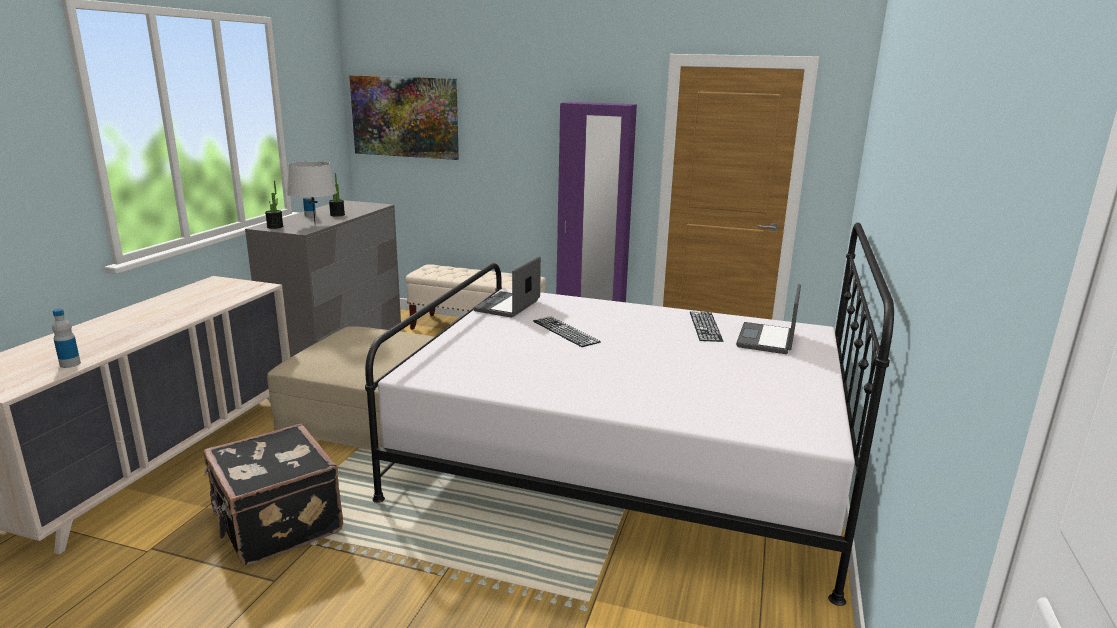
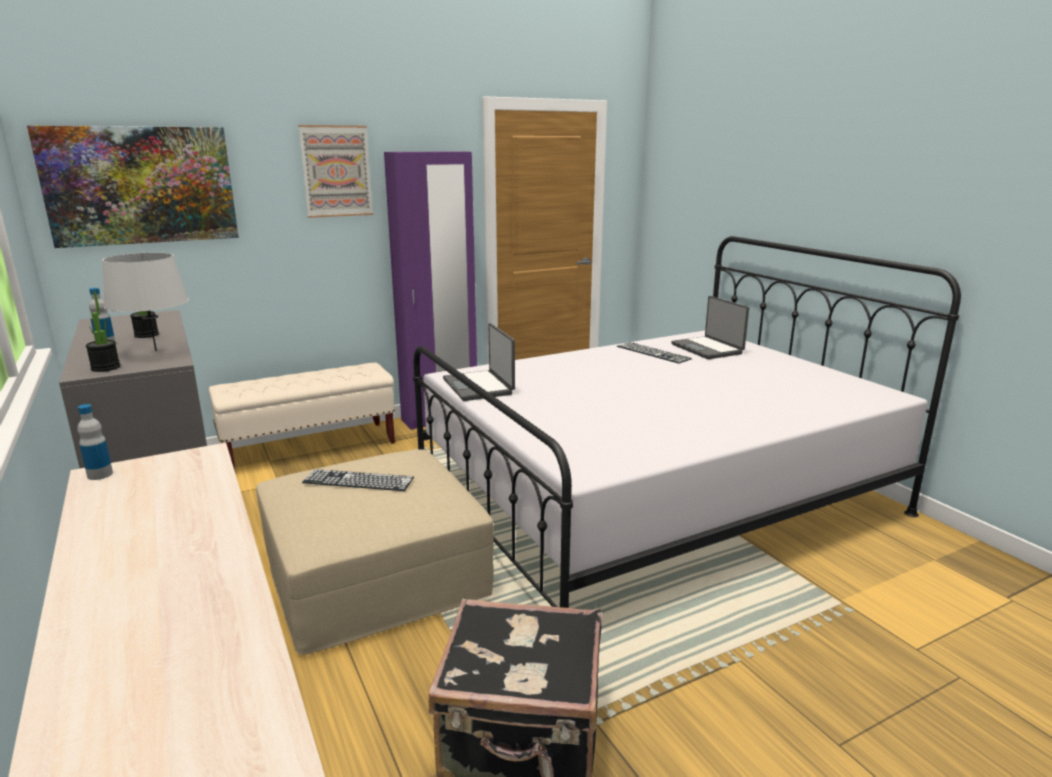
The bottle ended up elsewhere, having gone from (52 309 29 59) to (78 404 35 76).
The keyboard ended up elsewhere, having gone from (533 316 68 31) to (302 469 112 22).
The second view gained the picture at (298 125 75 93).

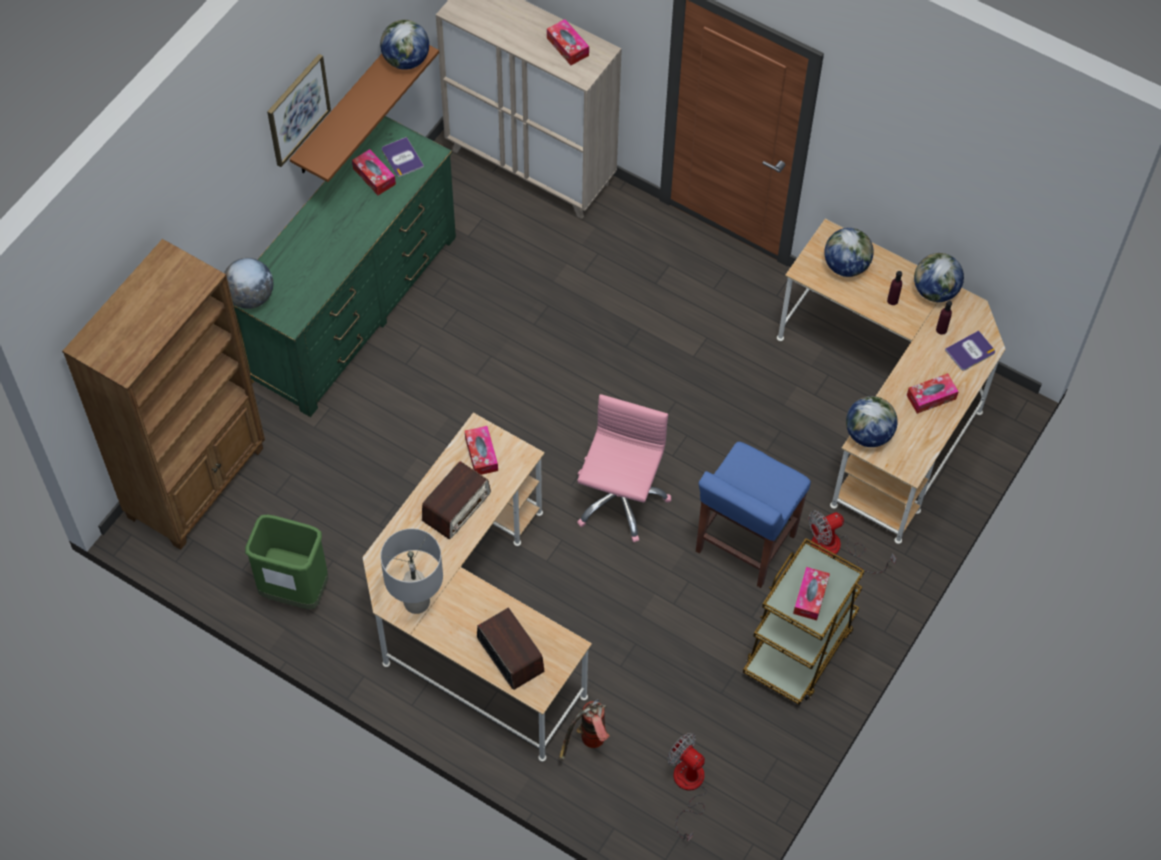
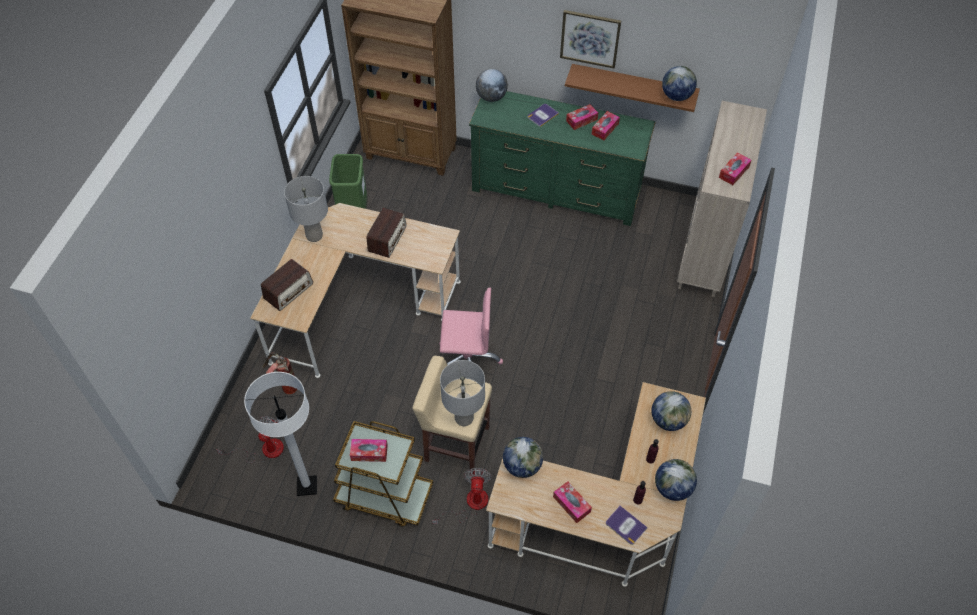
The book ended up elsewhere, having gone from (382 137 42 40) to (527 104 32 23).
The radio at (422 461 69 78) ended up facing another way, 90 degrees counterclockwise from before.
The tissue box ended up elsewhere, having gone from (465 426 33 49) to (566 104 32 26).
What was the blue stool at (696 442 115 146) turned into the beige stool at (412 356 80 119).
The fan at (809 510 87 63) ended up facing another way, 45 degrees clockwise from before.
The second view gained the white floor lamp at (244 372 73 124).
The second view gained the grey table lamp at (440 360 45 66).

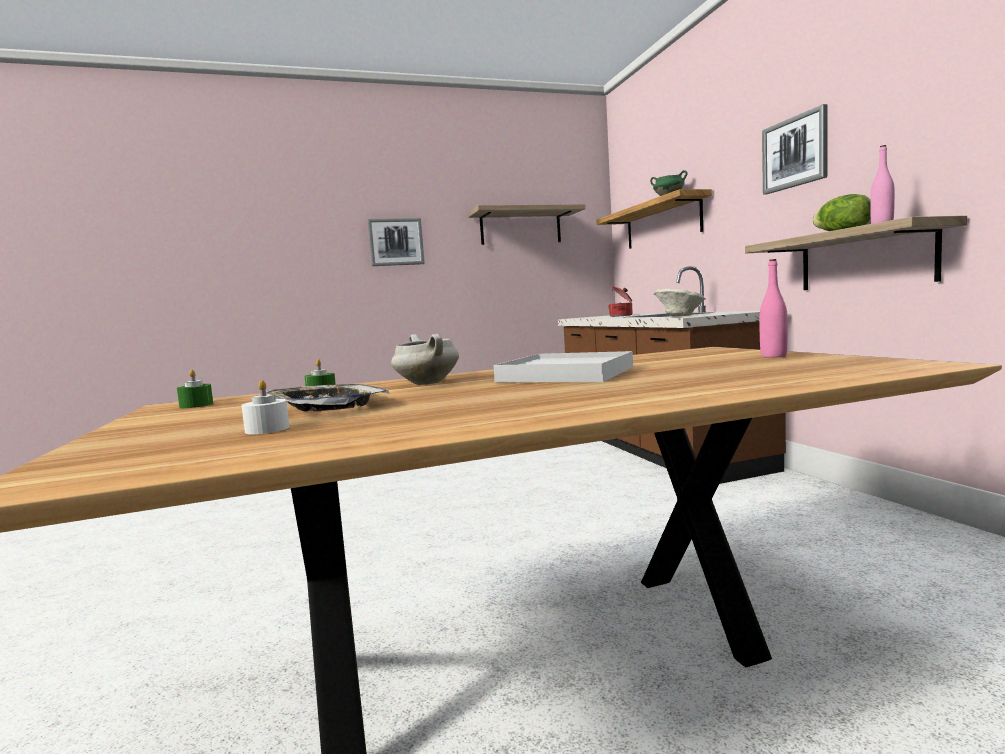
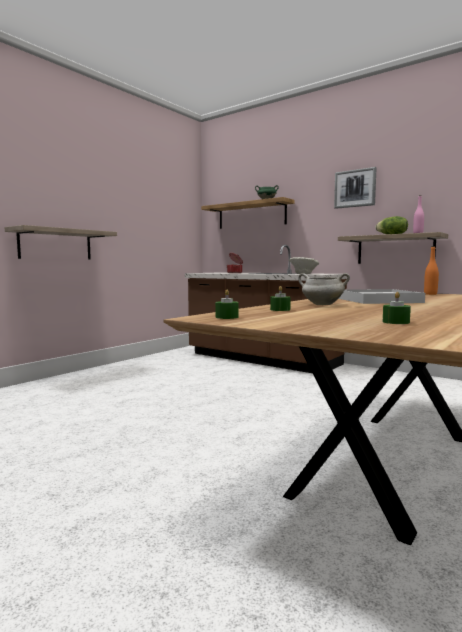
What was the white candle at (241 380 49 54) turned into the green candle at (383 292 28 32).
The second view lost the tray at (266 384 124 27).
The second view lost the picture at (367 218 58 48).
The shelf ended up elsewhere, having gone from (468 204 118 41) to (4 225 113 34).
What was the pink bottle at (759 259 29 99) turned into the orange bottle at (424 246 15 49).

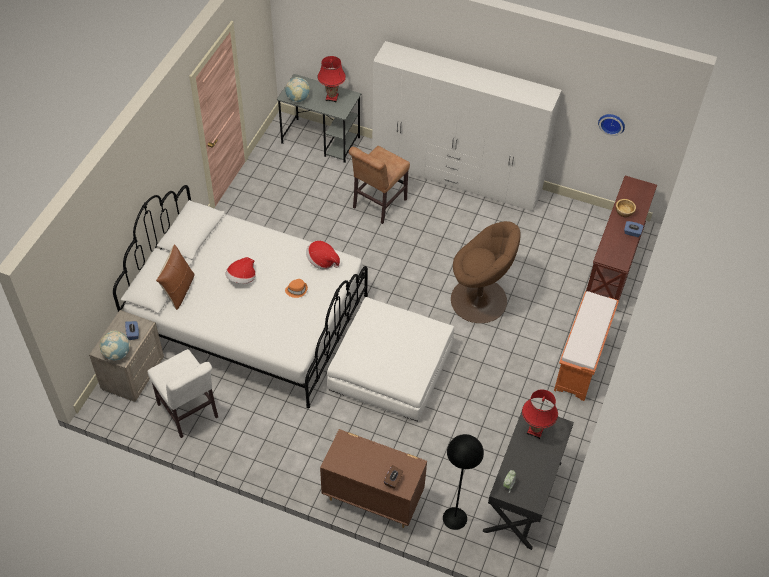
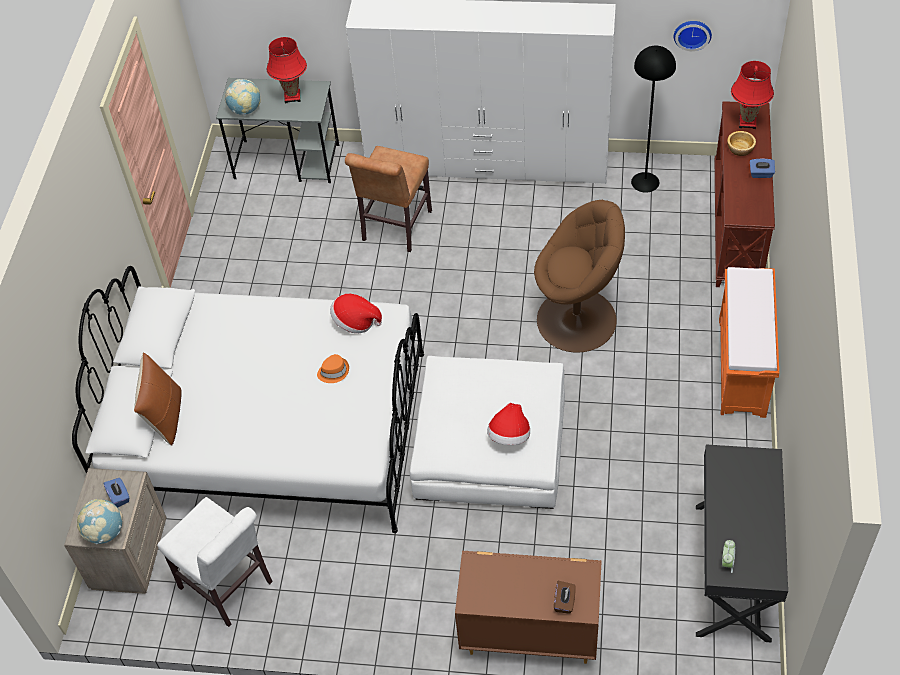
The hat ended up elsewhere, having gone from (225 257 31 27) to (487 403 43 42).
The black floor lamp ended up elsewhere, having gone from (443 434 41 96) to (631 46 45 147).
The red table lamp ended up elsewhere, having gone from (522 389 36 50) to (731 61 43 68).

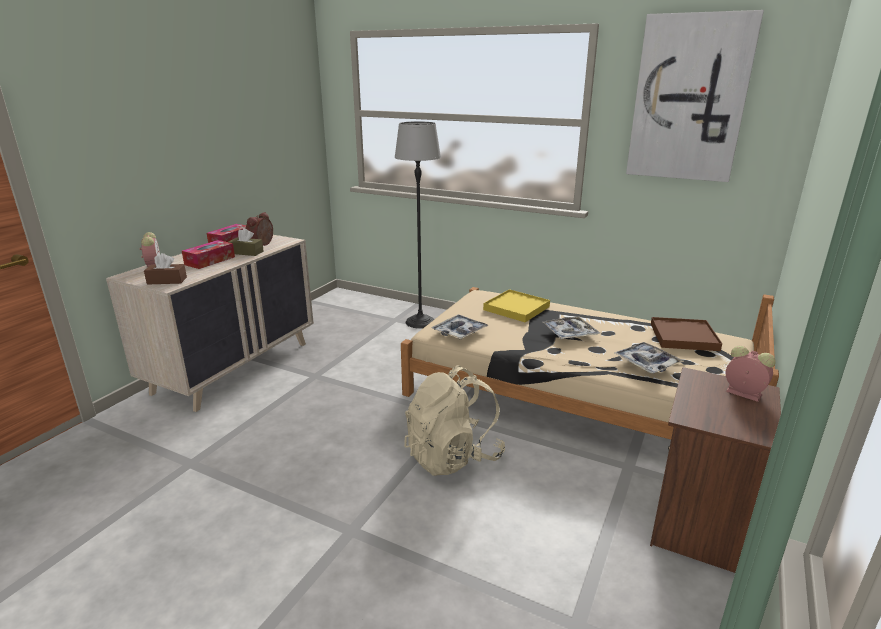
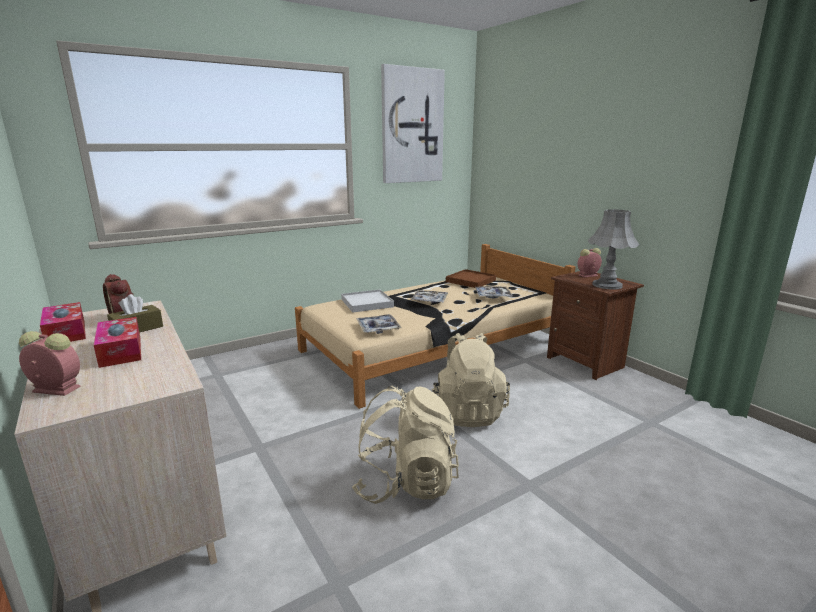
The second view lost the brown tissue box at (144 253 43 32).
The second view lost the floor lamp at (395 121 46 208).
What was the yellow tray at (483 289 67 33) turned into the white tray at (341 289 53 24).
The second view gained the beige backpack at (352 386 107 118).
The second view gained the grey table lamp at (588 209 52 80).

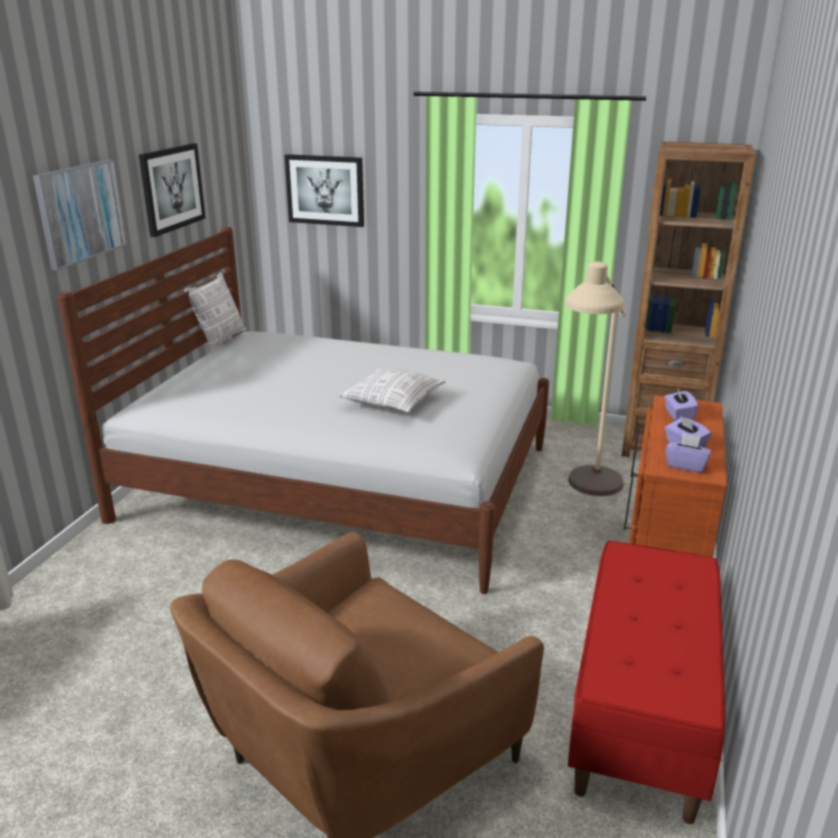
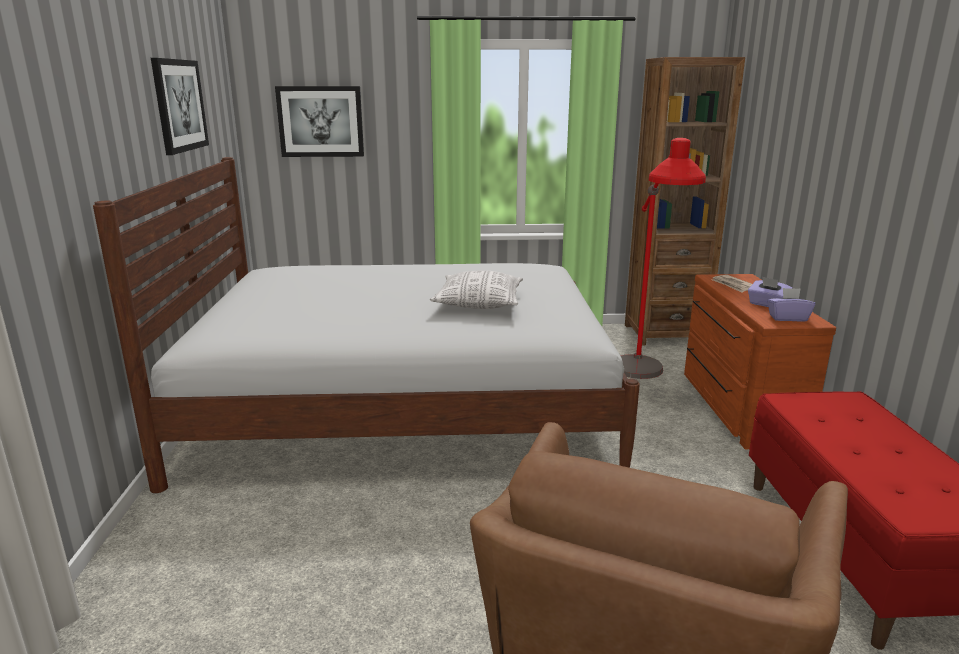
The second view lost the picture at (33 160 94 110).
The second view lost the pillow at (184 272 62 81).
What was the beige floor lamp at (565 261 61 235) turned into the red floor lamp at (621 138 85 241).
Where the purple tissue box stood at (664 388 34 33), the newspaper came to stand at (711 275 41 18).

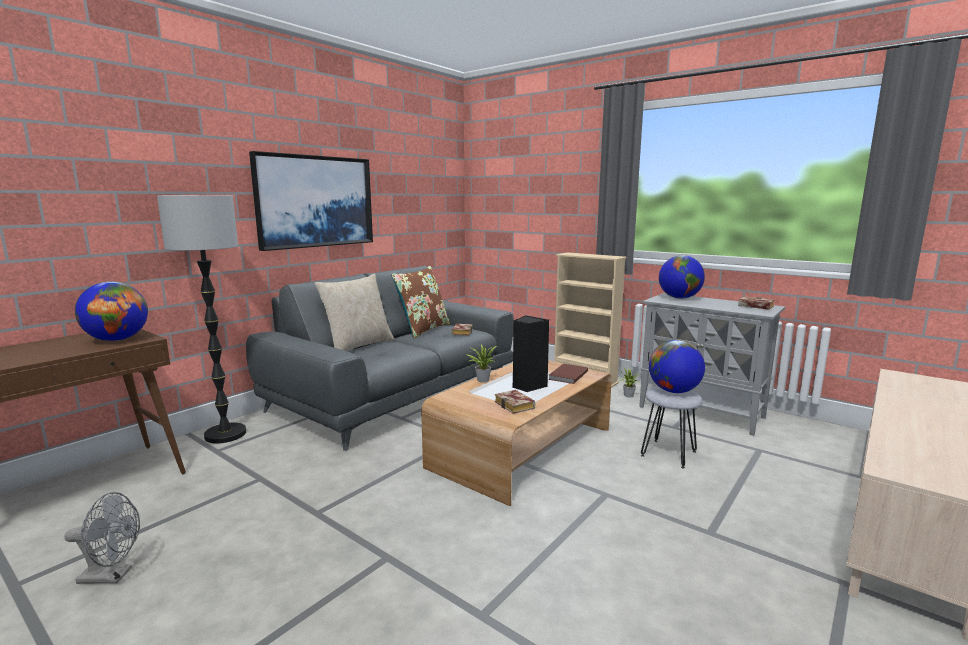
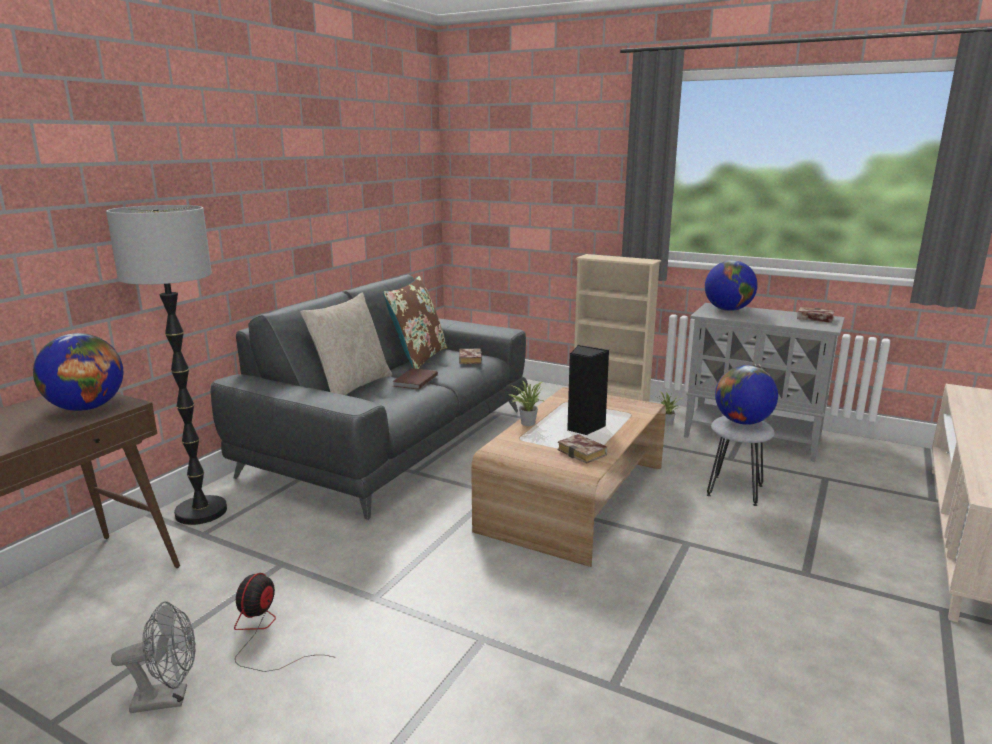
The second view lost the picture at (249 151 124 100).
The brown book ended up elsewhere, having gone from (548 364 40 20) to (393 368 45 22).
The second view gained the fan at (234 573 99 99).

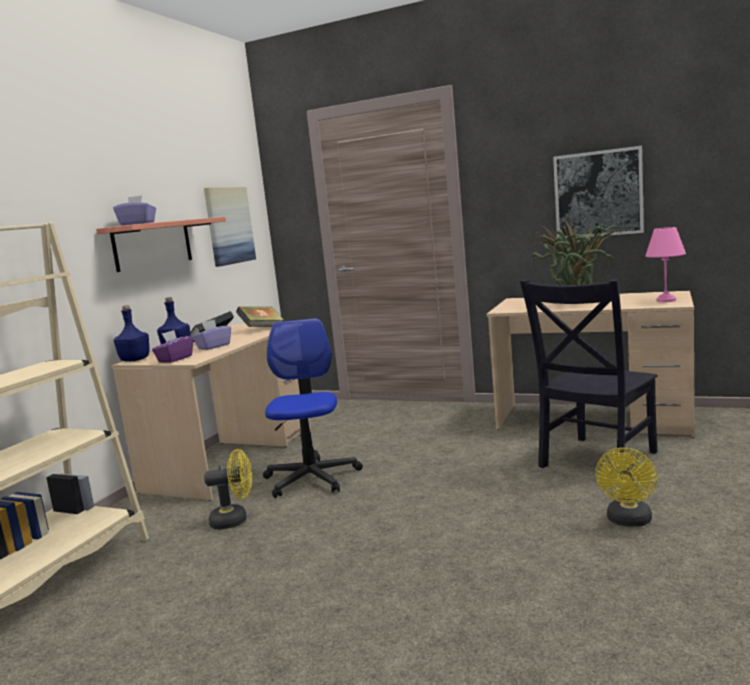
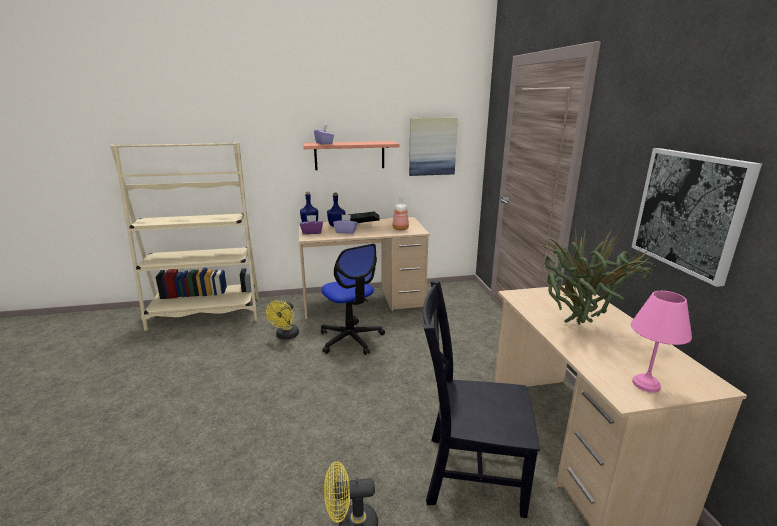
The yellow fan at (204 449 48 80) ended up facing another way, 60 degrees clockwise from before.
Where the book stood at (236 307 48 20), the bottle came to stand at (392 196 17 34).
The office chair at (263 318 100 180) ended up facing another way, 90 degrees clockwise from before.

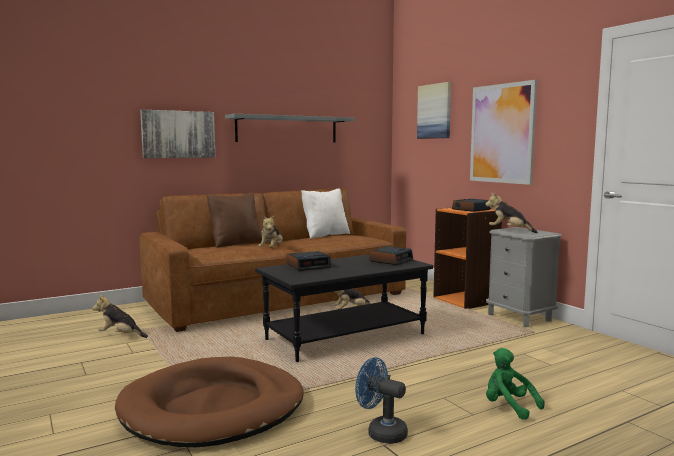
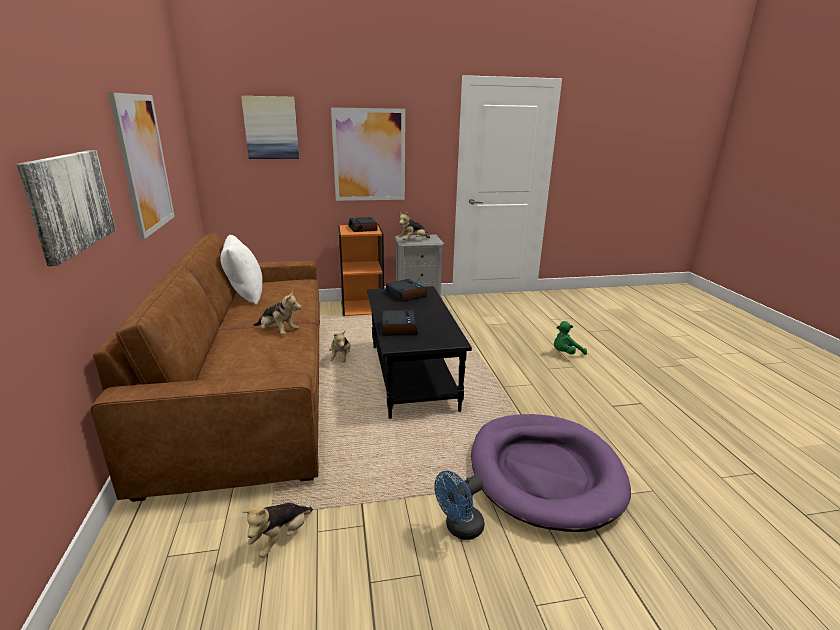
What was the brown dog bed at (115 357 189 90) turned into the purple dog bed at (471 414 160 118).
The second view lost the brown pillow at (207 192 55 56).
Where the grey shelf hung at (225 114 130 29), the picture came to hang at (108 92 67 147).
The blue fan ended up elsewhere, having gone from (355 358 53 86) to (434 471 51 69).

